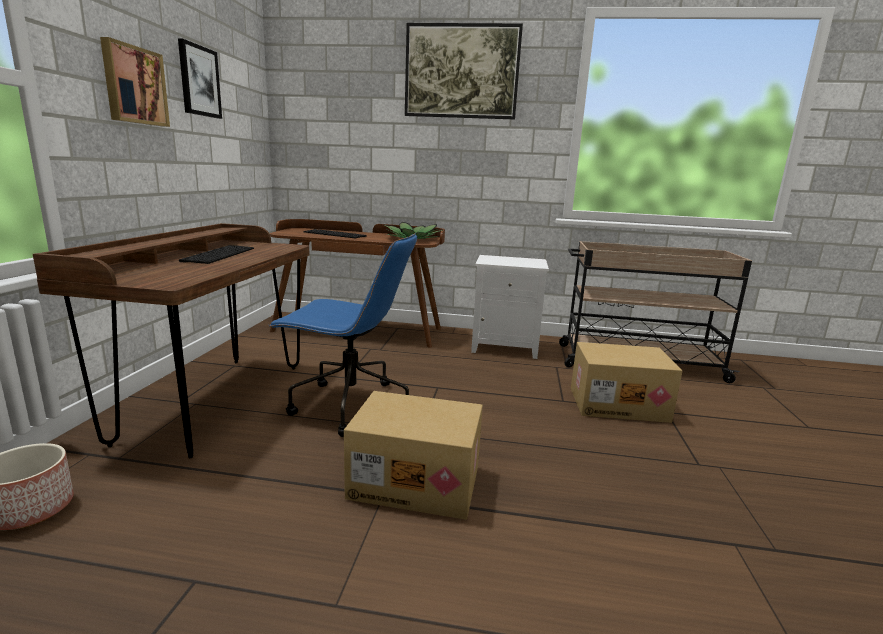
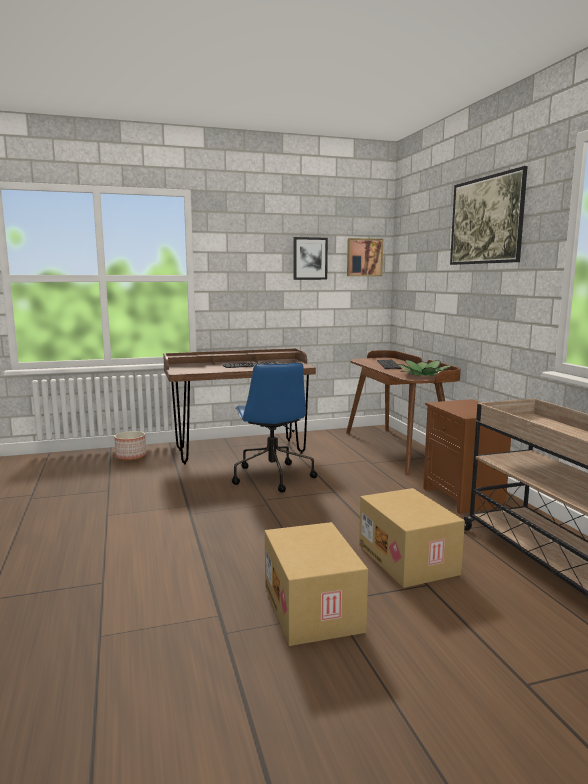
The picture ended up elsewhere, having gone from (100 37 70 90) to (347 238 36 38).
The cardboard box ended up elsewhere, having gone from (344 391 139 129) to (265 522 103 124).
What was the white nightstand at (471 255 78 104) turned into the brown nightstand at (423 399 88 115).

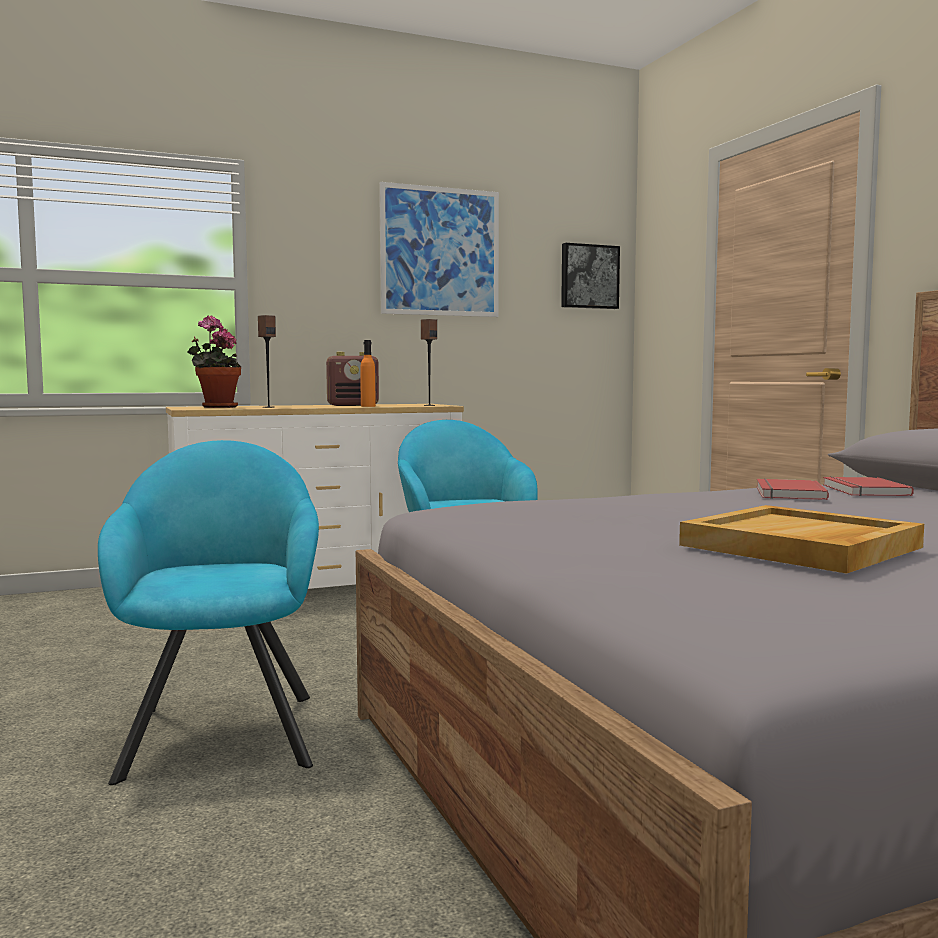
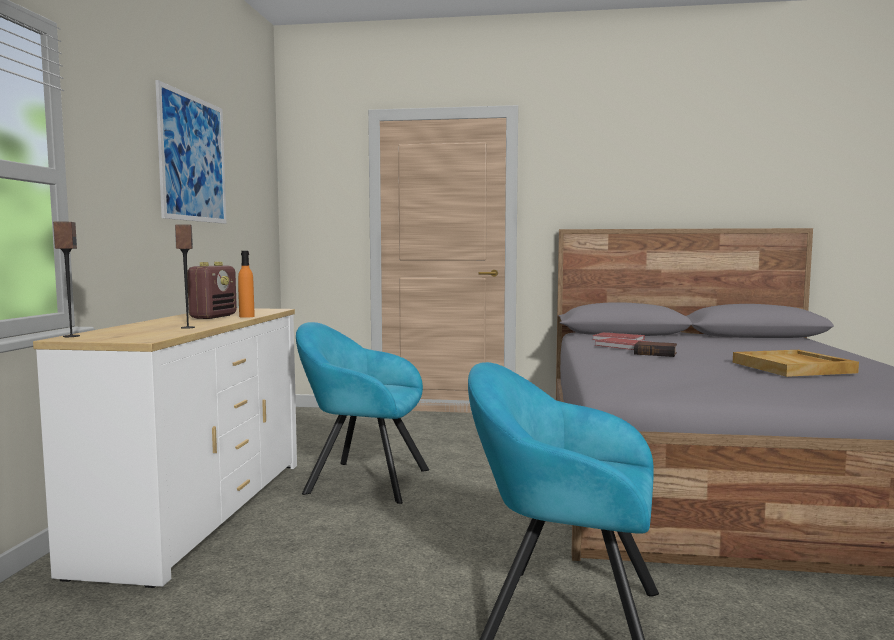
The second view lost the potted plant at (187 316 54 92).
The speaker ended up elsewhere, having gone from (421 319 16 87) to (53 221 27 116).
The second view lost the picture at (561 243 59 66).
The second view gained the book at (634 341 43 16).

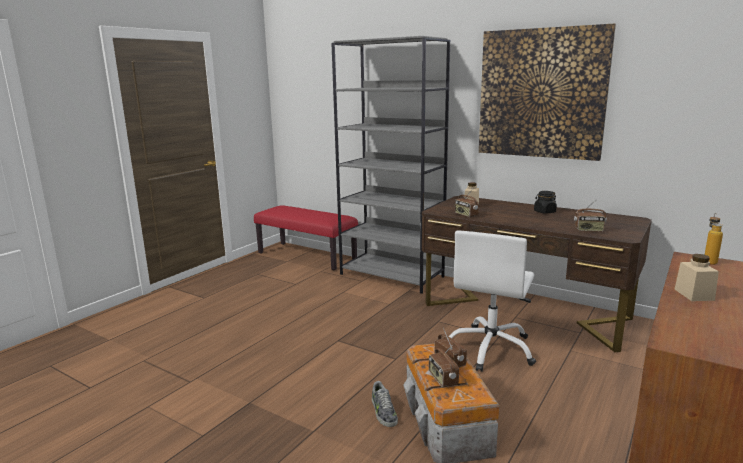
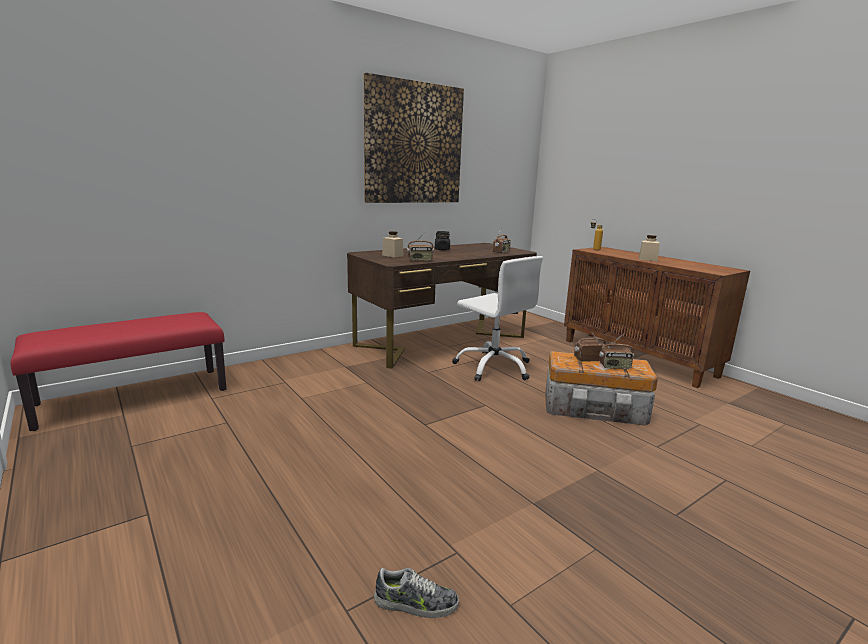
The second view lost the grey bookcase at (331 36 119 258).
The shoe ended up elsewhere, having gone from (372 381 26 46) to (374 568 85 50).

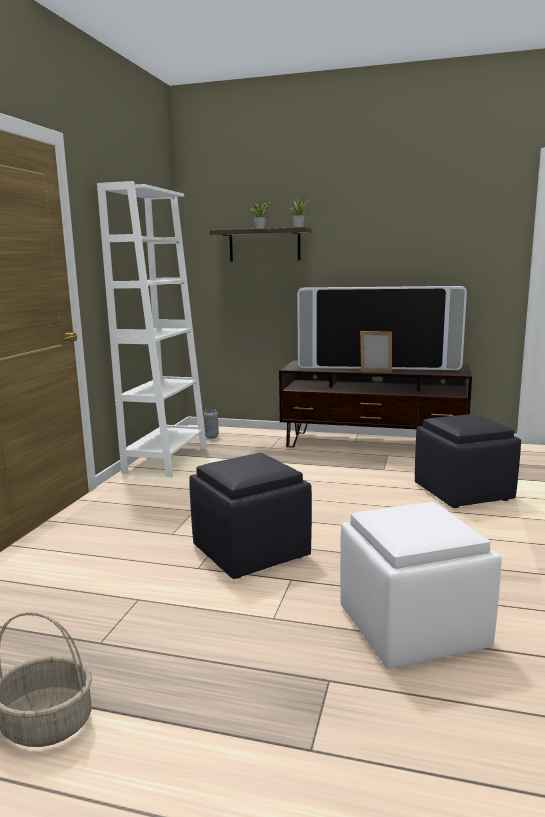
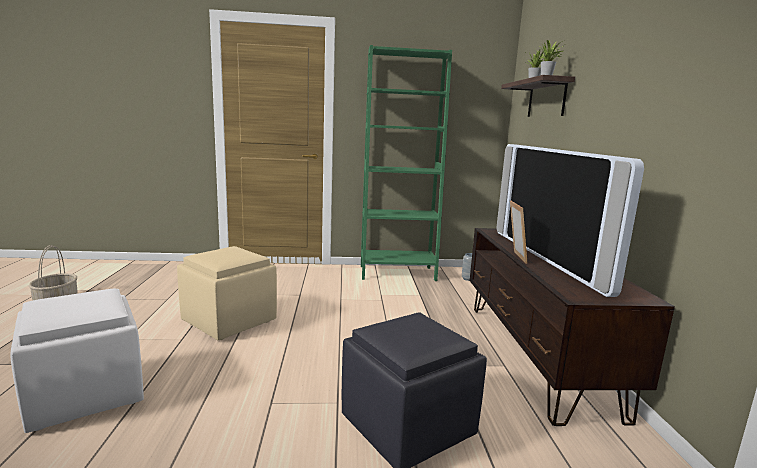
What was the white bookcase at (97 181 110 296) turned into the green bookcase at (361 45 91 236).
What was the black ottoman at (189 453 123 126) turned into the beige ottoman at (177 246 100 94).

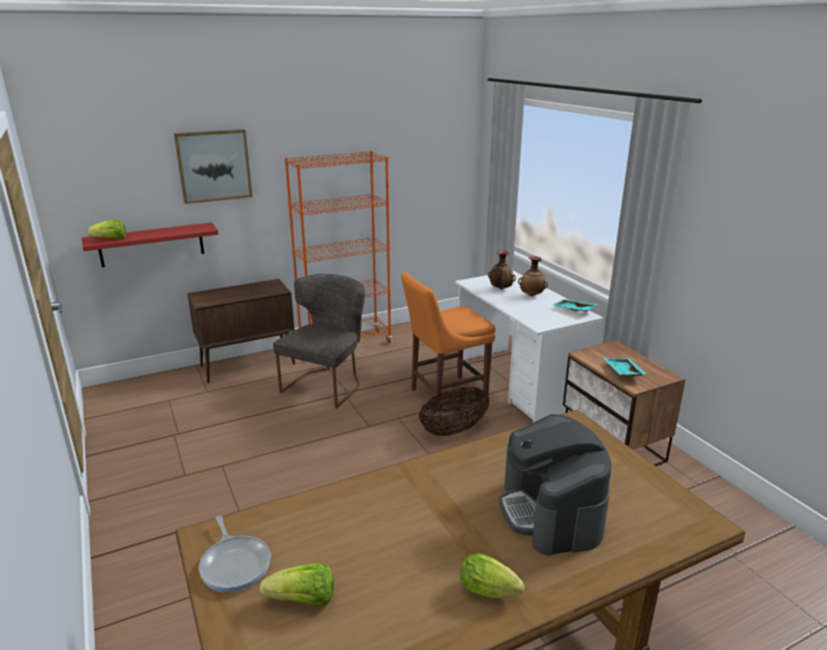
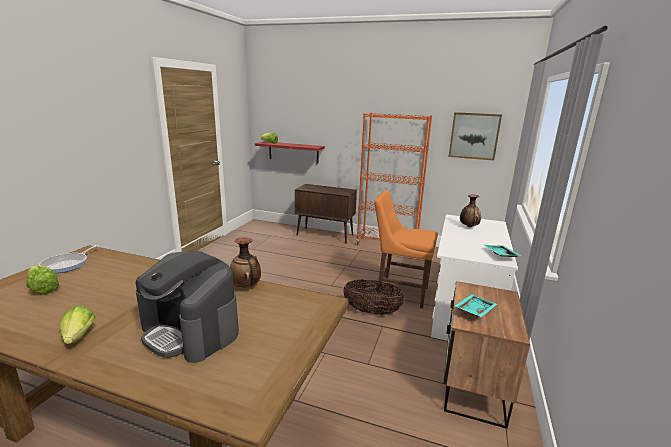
The picture ended up elsewhere, having gone from (174 129 79 75) to (448 112 54 48).
The second view lost the grey chair at (273 274 92 134).
The coffee machine at (499 414 112 141) ended up facing another way, 90 degrees counterclockwise from before.
The vase ended up elsewhere, having gone from (518 256 30 40) to (230 237 31 51).

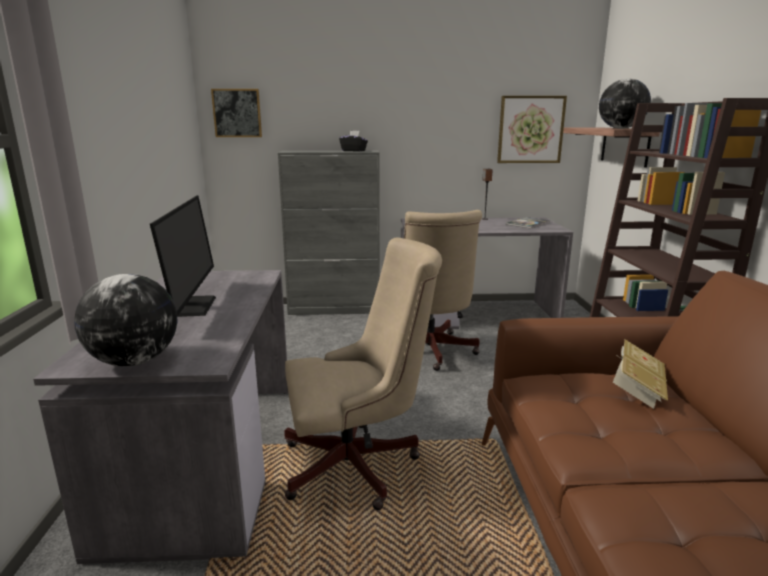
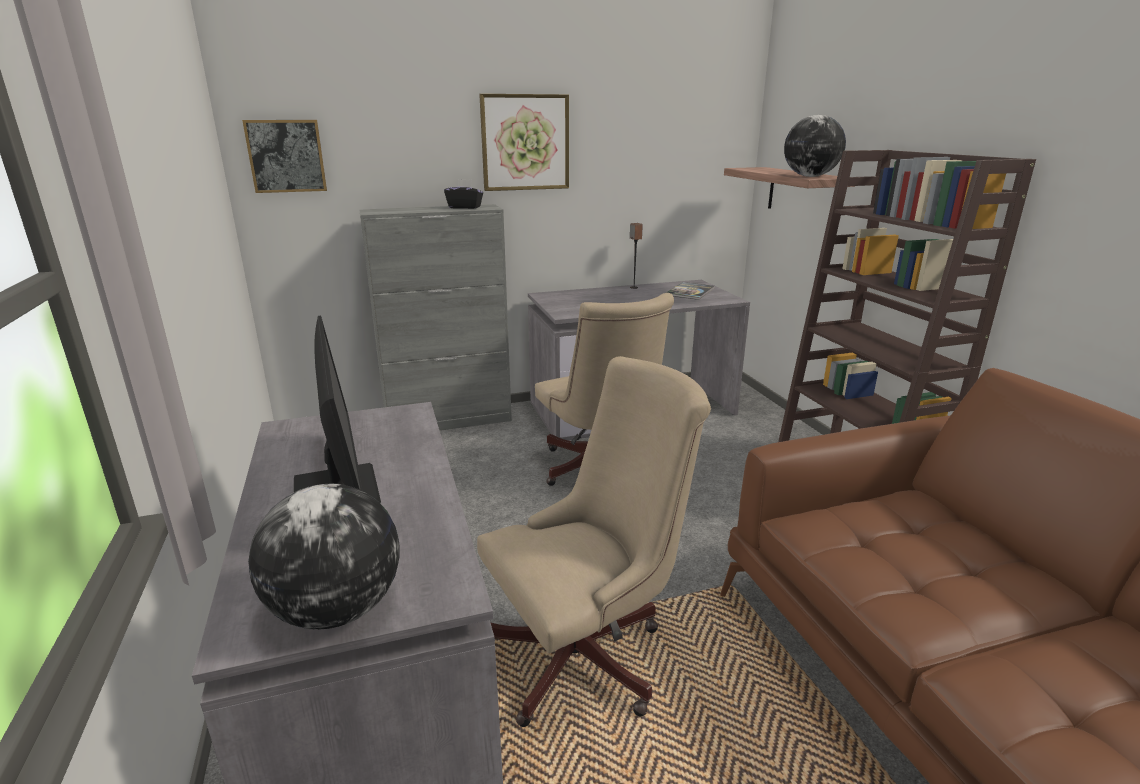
The picture ended up elsewhere, having gone from (497 96 70 67) to (479 94 90 97).
The second view lost the book at (613 340 55 69).

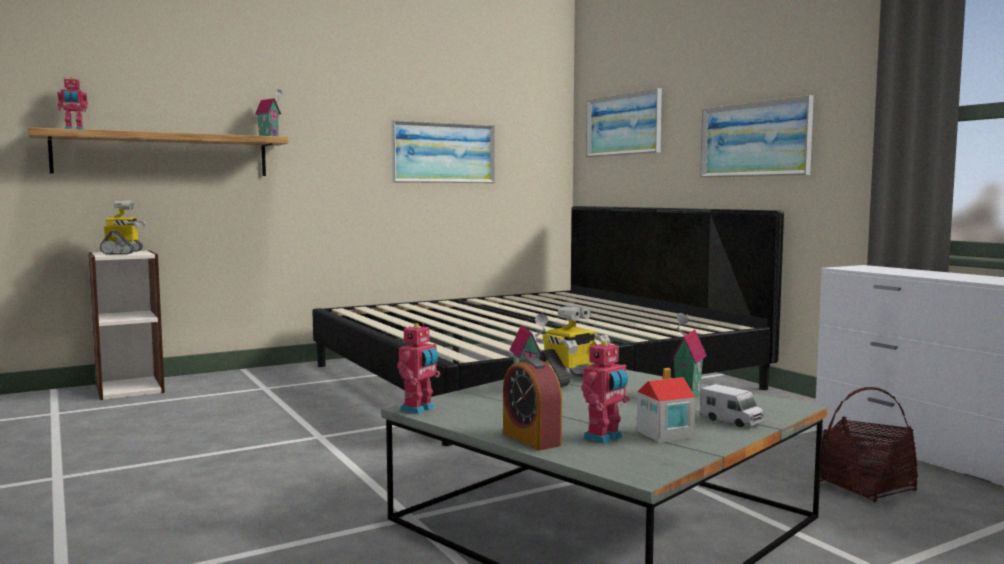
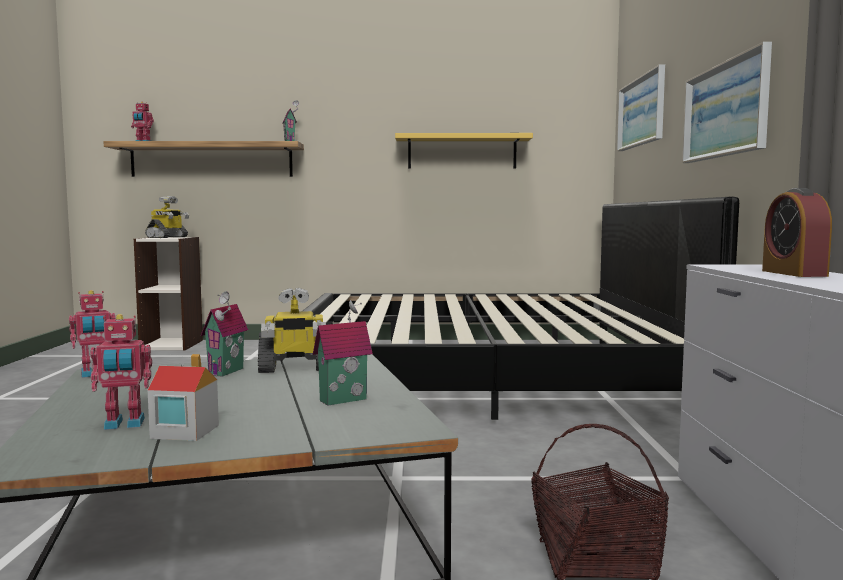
Where the picture hung at (391 120 104 63), the yellow shelf came to hang at (395 133 138 36).
The alarm clock ended up elsewhere, having gone from (503 357 59 93) to (762 188 70 89).
The second view lost the toy truck at (700 384 64 43).

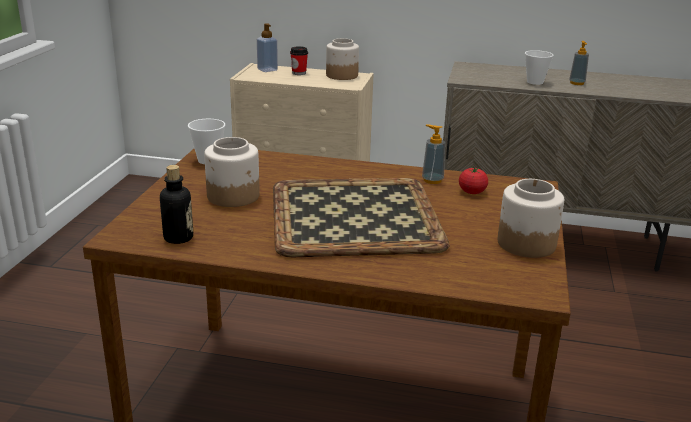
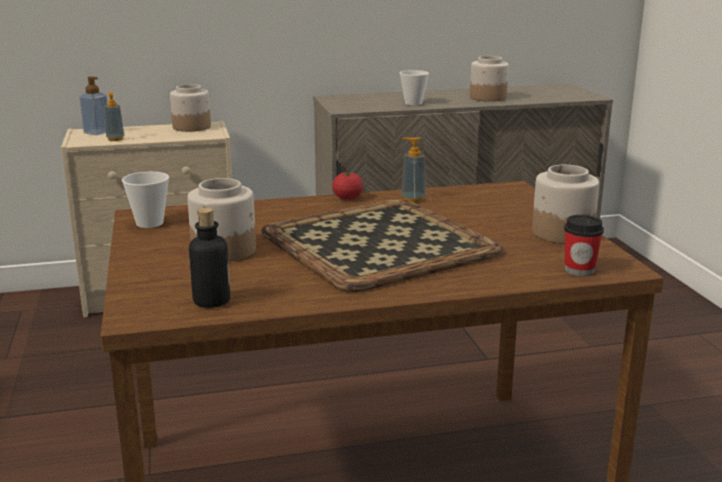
The cup ended up elsewhere, having gone from (290 46 18 29) to (564 215 40 61).
The tomato ended up elsewhere, having gone from (459 167 29 27) to (332 171 31 29).
The soap dispenser ended up elsewhere, having gone from (569 41 20 44) to (104 92 21 49).
The second view gained the jar at (470 56 39 46).

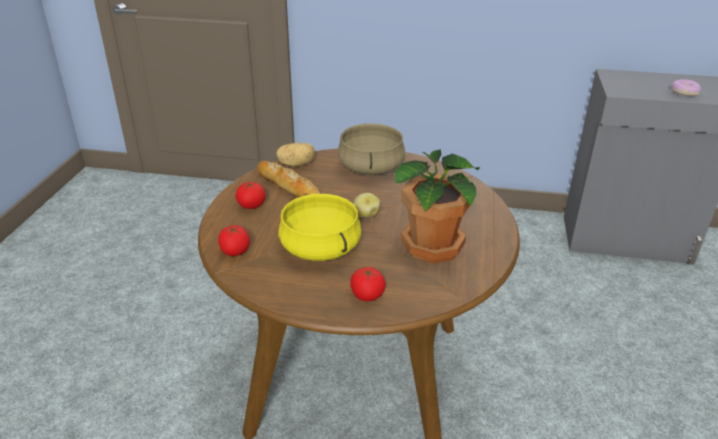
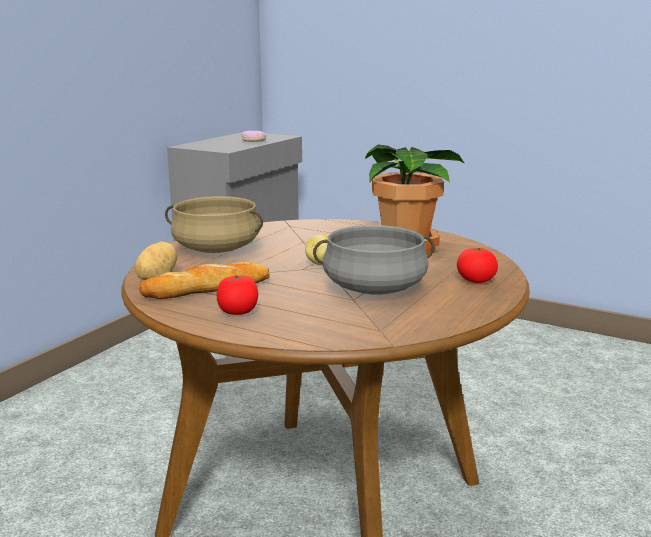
The second view lost the tomato at (218 225 32 31).
What was the yellow cooking pot at (278 194 83 67) turned into the grey cooking pot at (313 225 122 69).

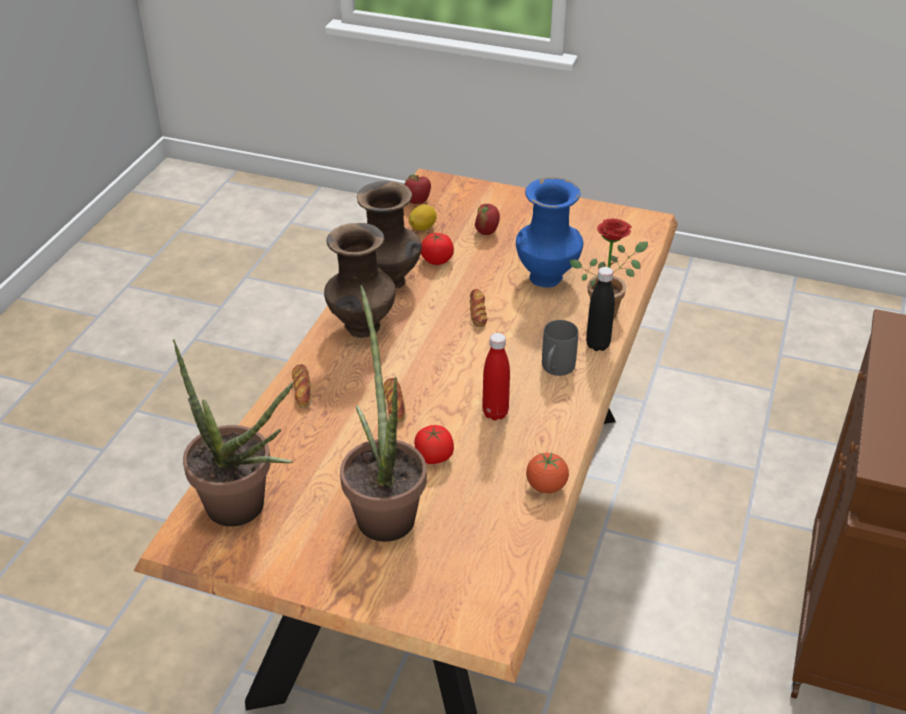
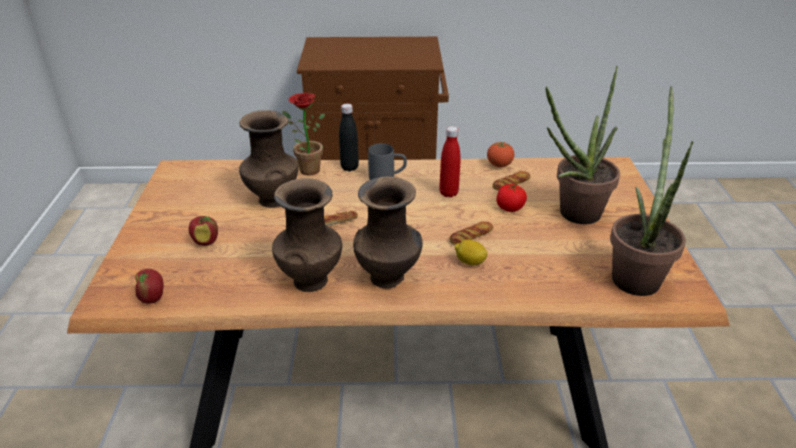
The bread ended up elsewhere, having gone from (292 364 20 44) to (493 171 38 19).
The lemon ended up elsewhere, having gone from (409 204 28 27) to (455 239 32 26).
The second view lost the tomato at (421 233 33 32).
What was the blue vase at (516 177 67 110) turned into the brown vase at (239 110 59 98).

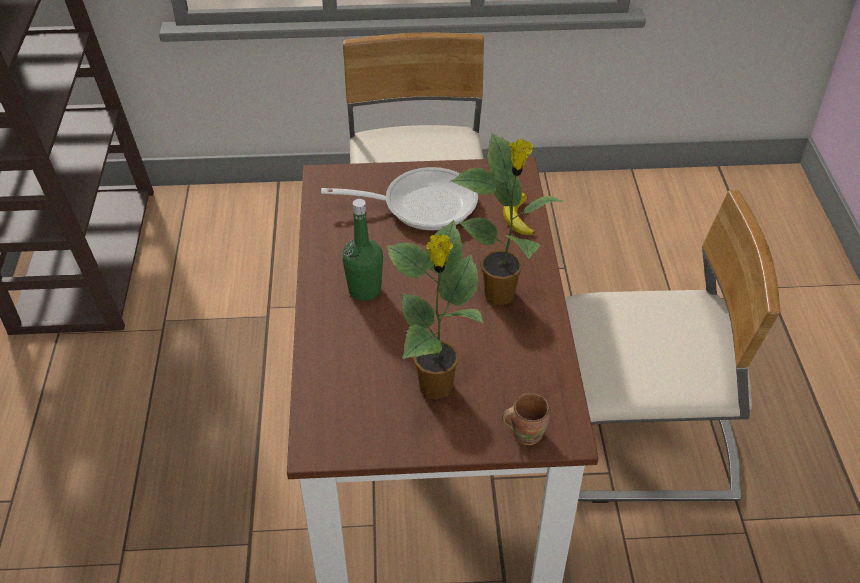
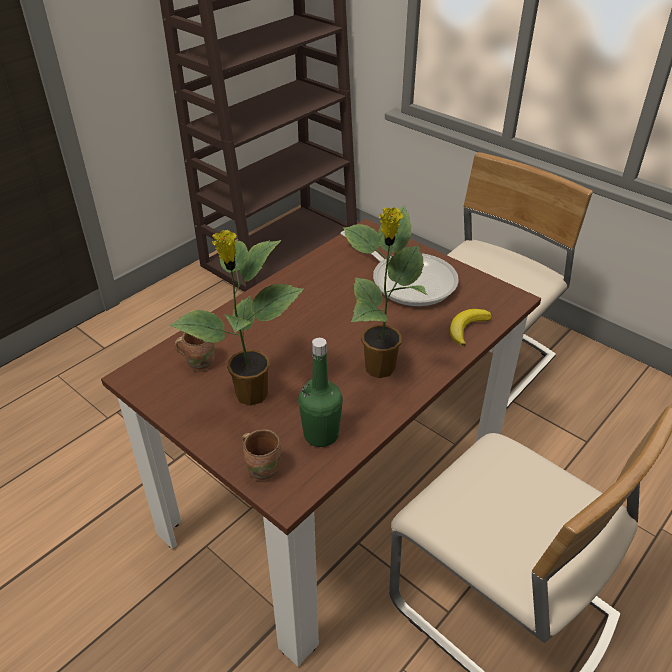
The green bottle ended up elsewhere, having gone from (342 199 41 102) to (298 338 45 109).
The second view gained the brown mug at (174 332 41 39).

